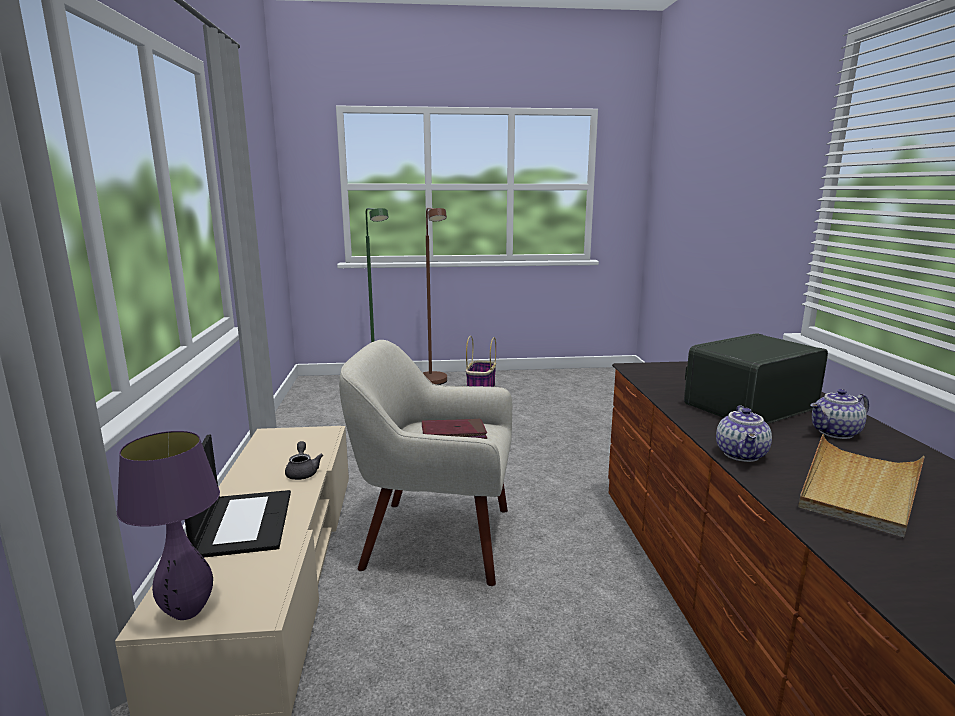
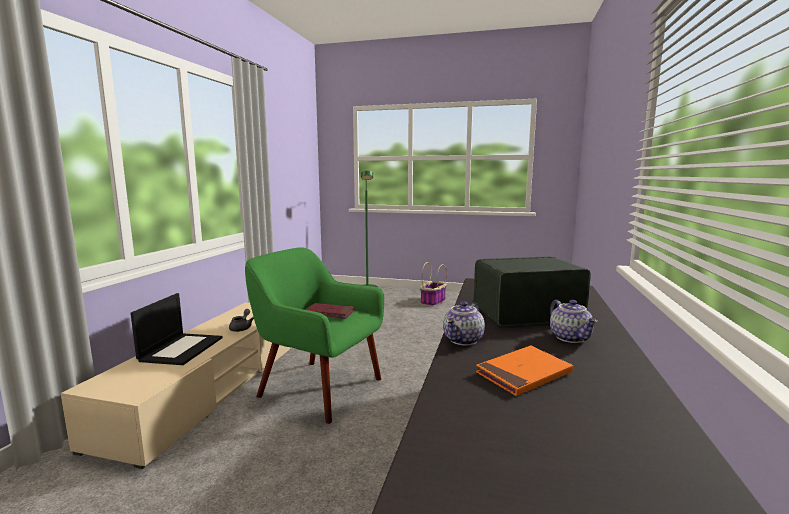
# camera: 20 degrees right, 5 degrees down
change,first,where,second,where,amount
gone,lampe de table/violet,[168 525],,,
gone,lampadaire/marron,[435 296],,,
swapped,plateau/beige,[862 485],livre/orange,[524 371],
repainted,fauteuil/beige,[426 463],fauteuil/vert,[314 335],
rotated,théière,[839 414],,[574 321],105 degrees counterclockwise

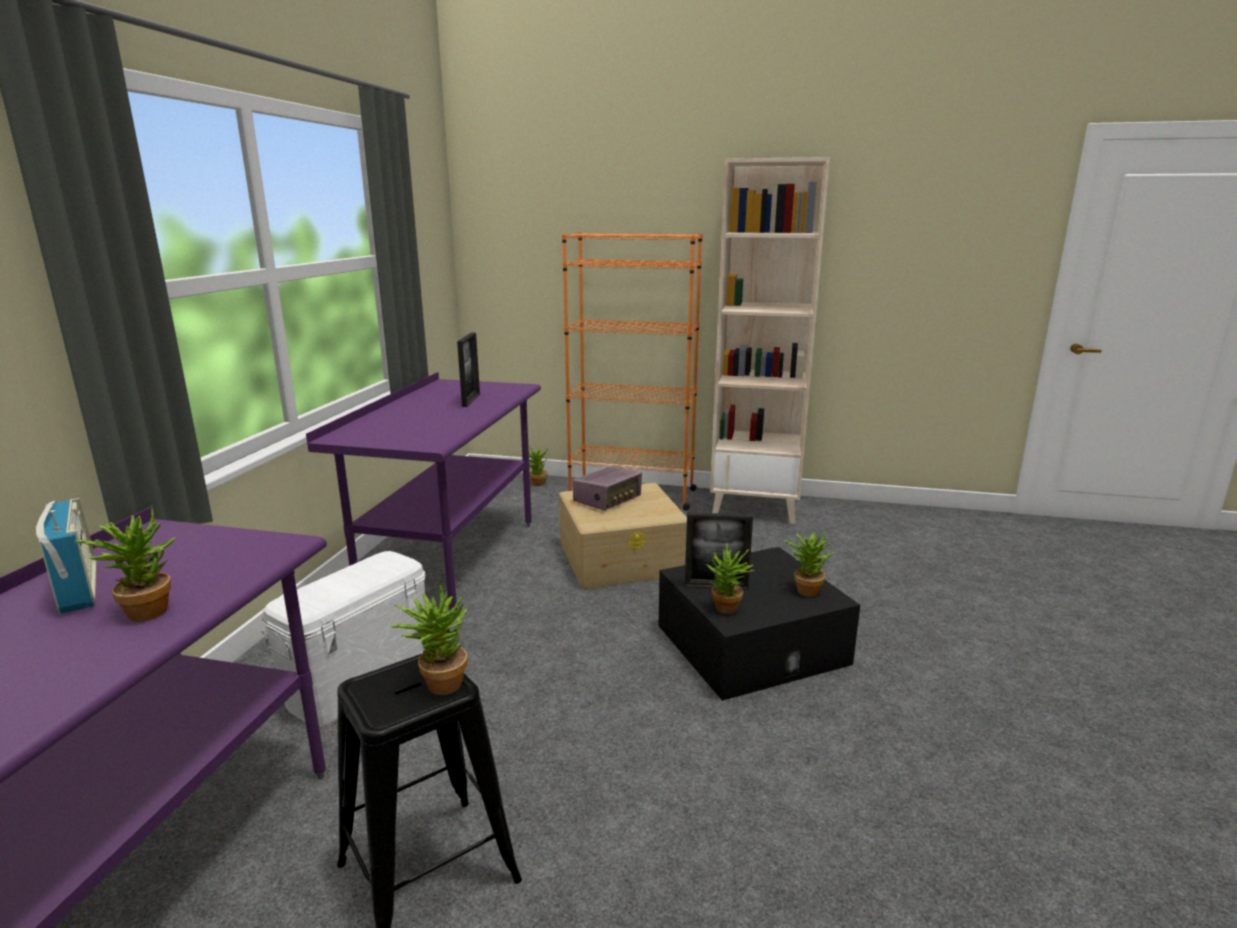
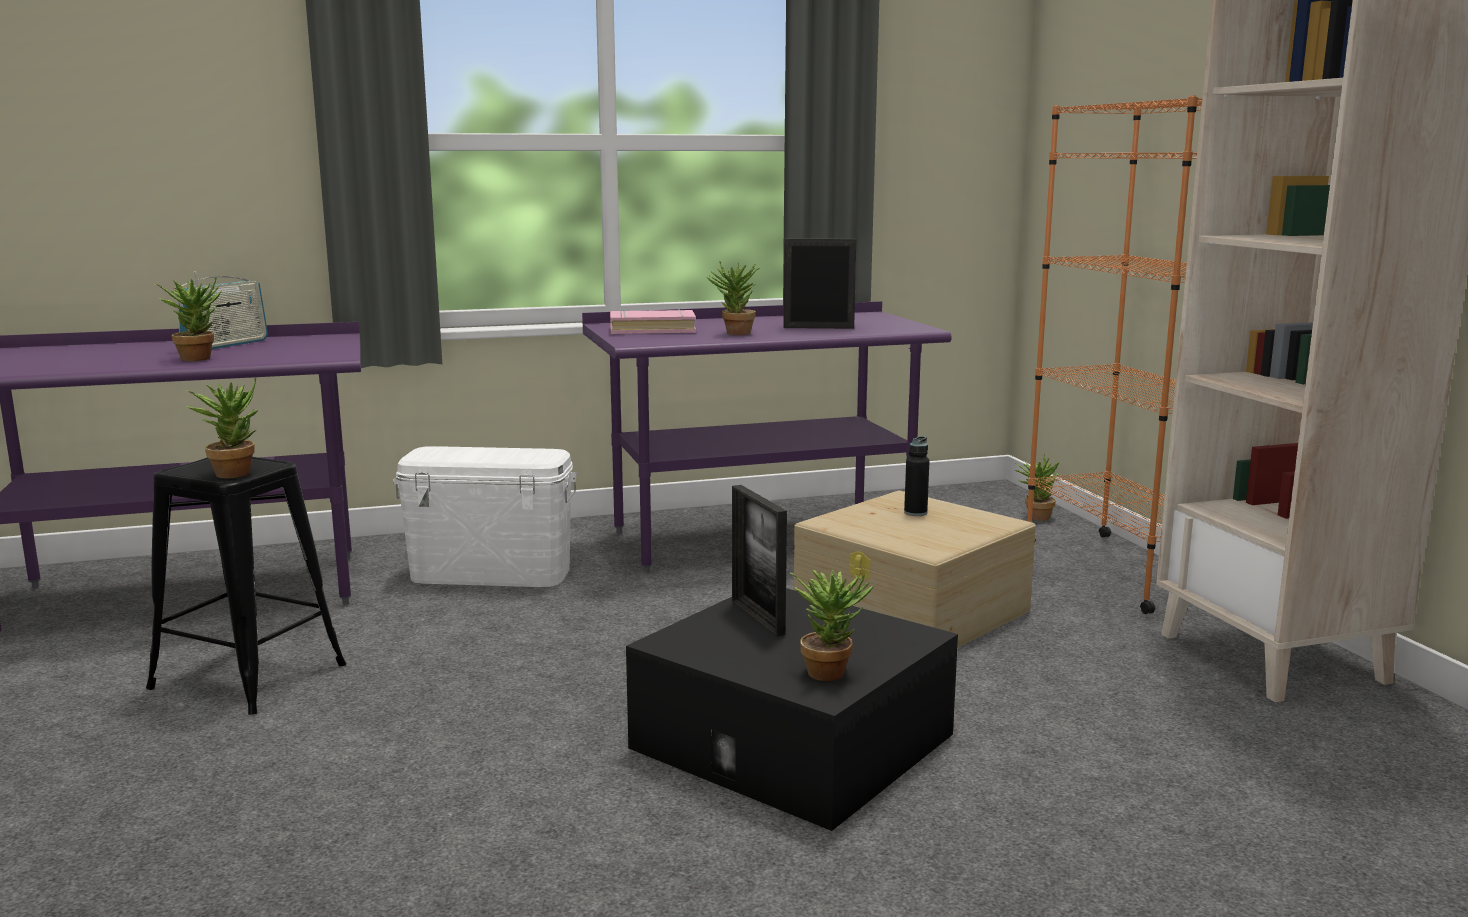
# camera: 60 degrees right, 5 degrees down
change,first,where,second,where,amount
new,,,livre/rose,[653 322],
shifted,plante en pot,[730 579],,[733 298],
swapped,radio,[607 489],bouteille/noir,[917 476],
rotated,cadre photo,[468 370],,[819 283],150 degrees counterclockwise

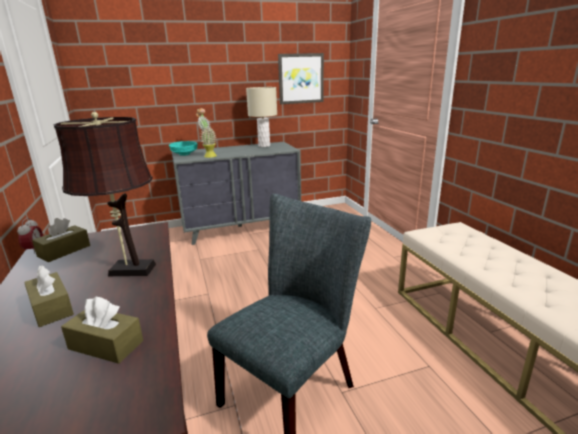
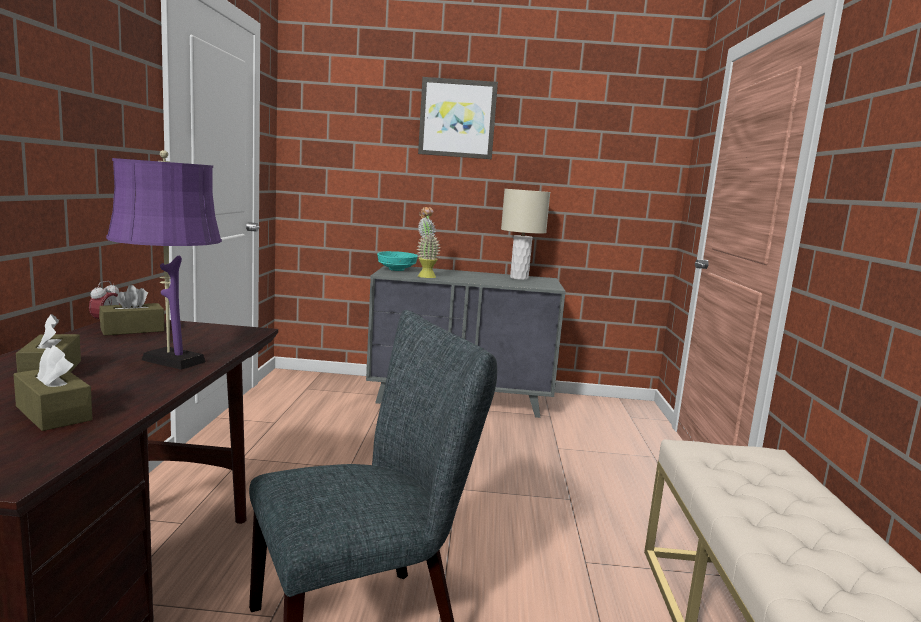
# camera: 20 degrees right, 10 degrees down
change,first,where,second,where,amount
shifted,tableau,[301 78],,[458 118],
repainted,lampe de table/marron,[104 194],lampe de table/violet,[164 260],

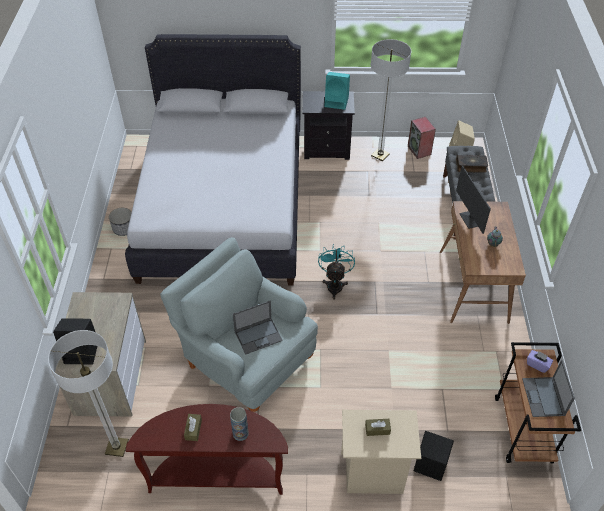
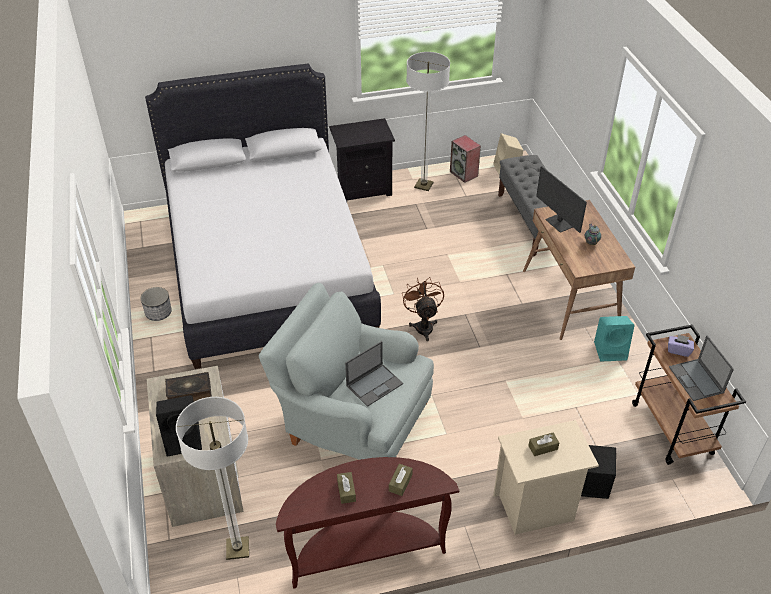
# camera: 15 degrees left, 5 degrees down
change,first,where,second,where,amount
shifted,enceinte/turquoise,[337 91],,[614 339],
shifted,livre,[472 164],,[188 386],
swapped,vase,[239 424],boîte à mouchoirs/marron,[401 480],
repainted,ventilateur/turquoise,[336 272],ventilateur/marron,[423 309],

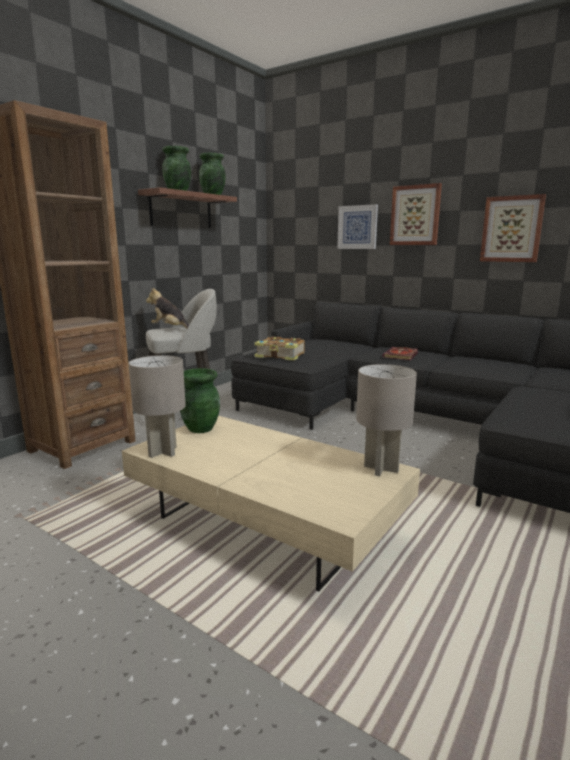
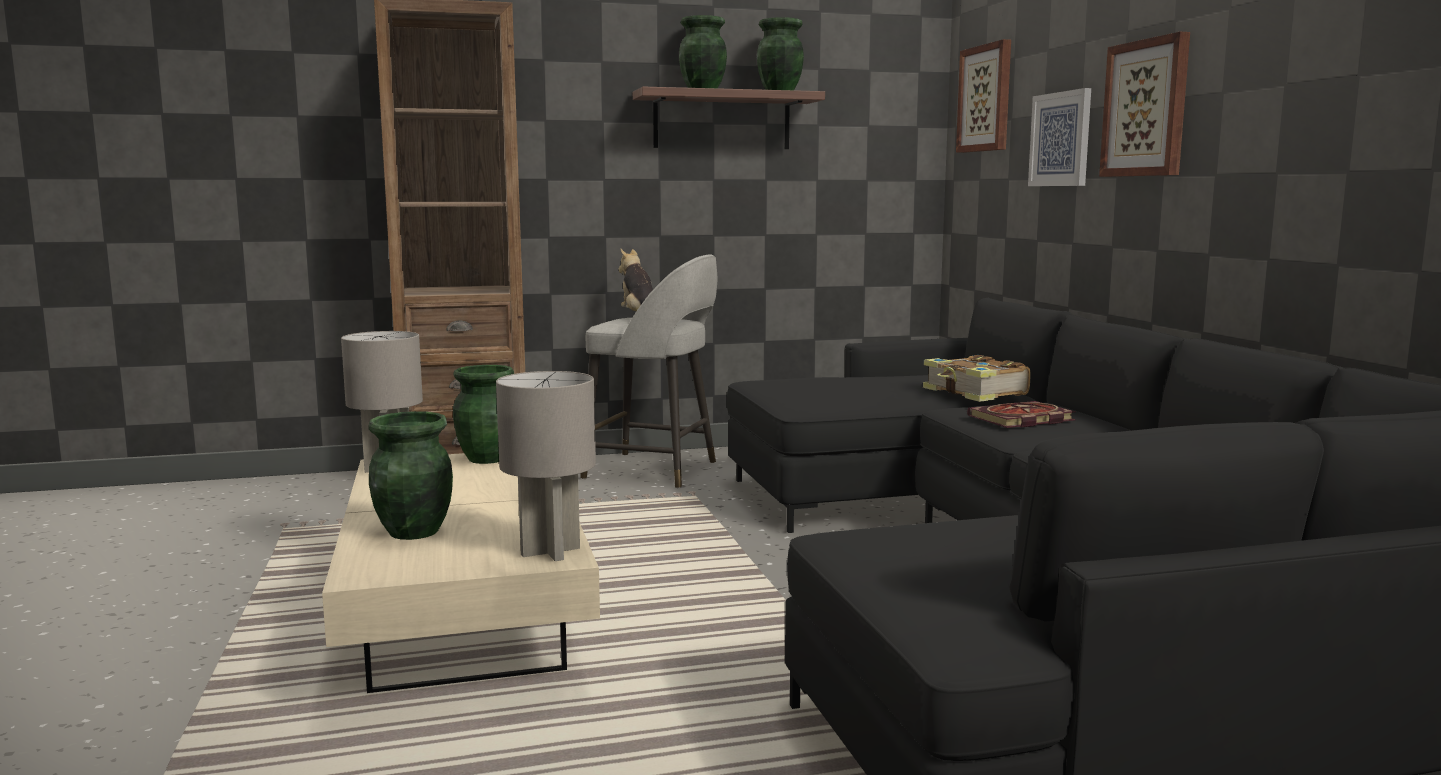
# camera: 40 degrees right, 5 degrees down
change,first,where,second,where,amount
new,,,vase/vert,[411 475],
shifted,livre,[279 348],,[976 378],
shifted,tableau,[513 228],,[983 96],

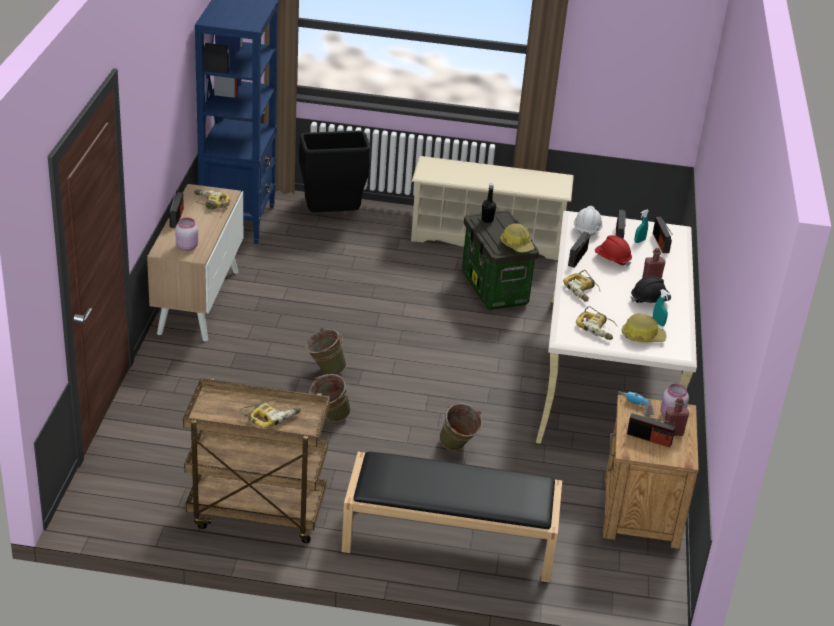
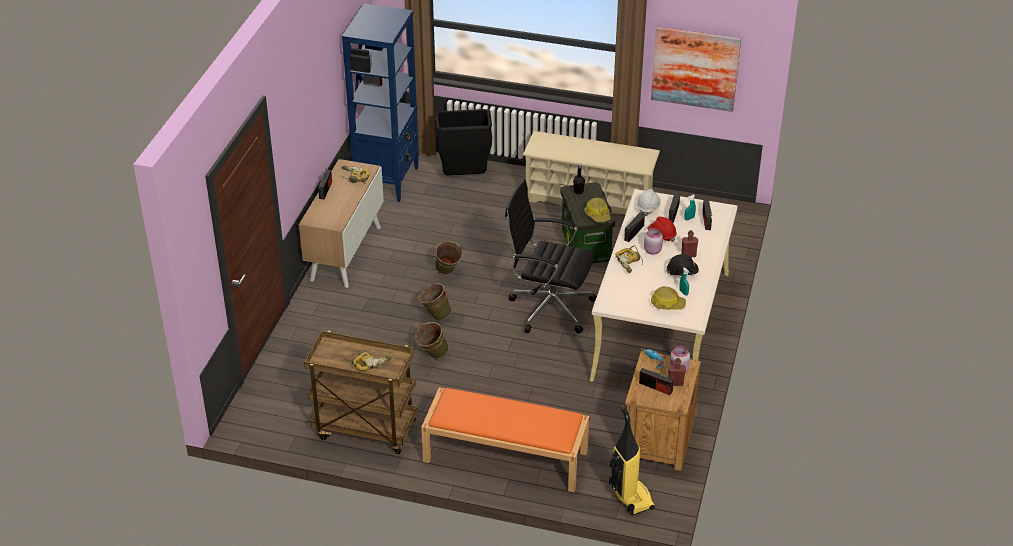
# camera: 10 degrees right, 5 degrees up
change,first,where,second,where,amount
gone,perceuse,[596 323],,,
new,,,chaise de bureau/noir,[551 256],
new,,,aspirateur,[632 460],
new,,,tableau,[696 69],
shifted,bocal/rose,[186 234],,[653 241],
shifted,seau/vert,[461 427],,[448 258],
repainted,banc/noir,[452 517],banc/orange,[505 439],

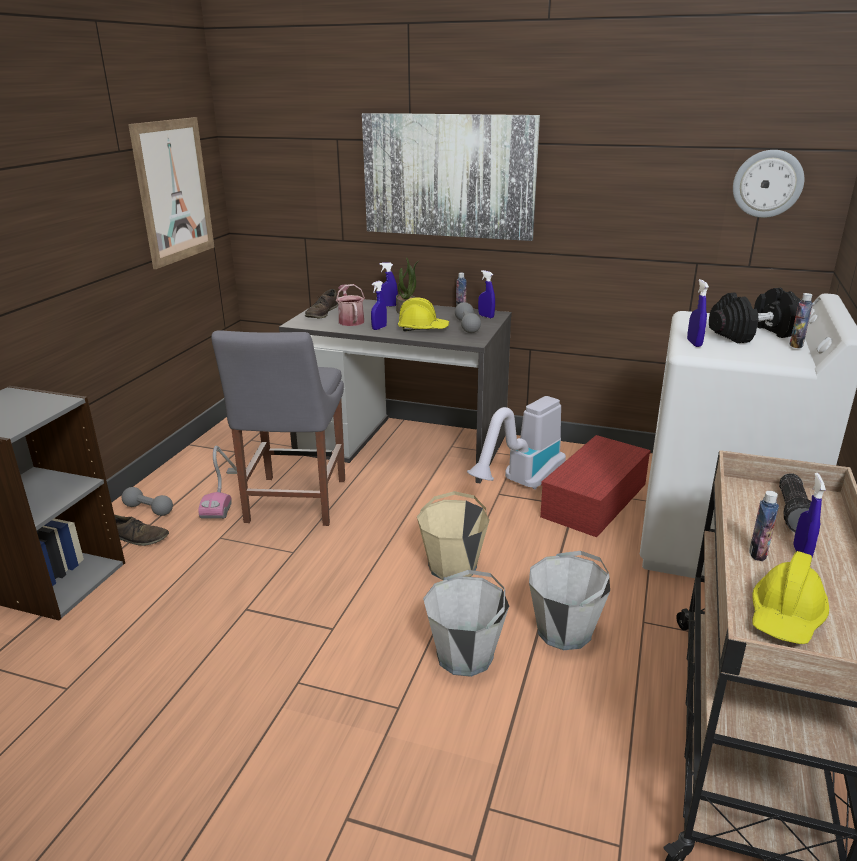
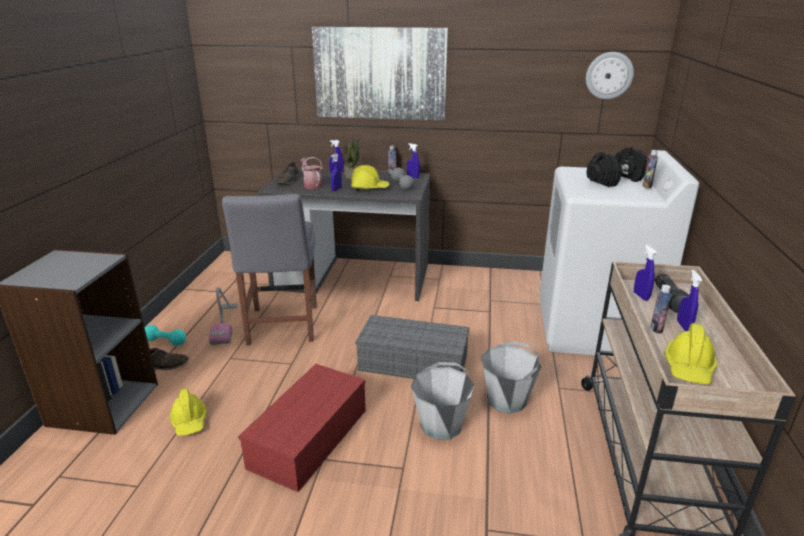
# camera: 10 degrees left, 0 degrees up
change,first,where,second,where,amount
gone,tableau,[171 193],,,
gone,aspirateur,[516 443],,,
new,,,casque de chantier/jaune,[188 412],
shifted,boîte de rangement/rouge,[595 486],,[302 428],
shifted,vaporisateur/bleu,[698 313],,[645 272],
swapped,seau/beige,[453 535],boîte de rangement/gris,[412 347],
repainted,haltère/gris,[147 501],haltère/turquoise,[165 335],

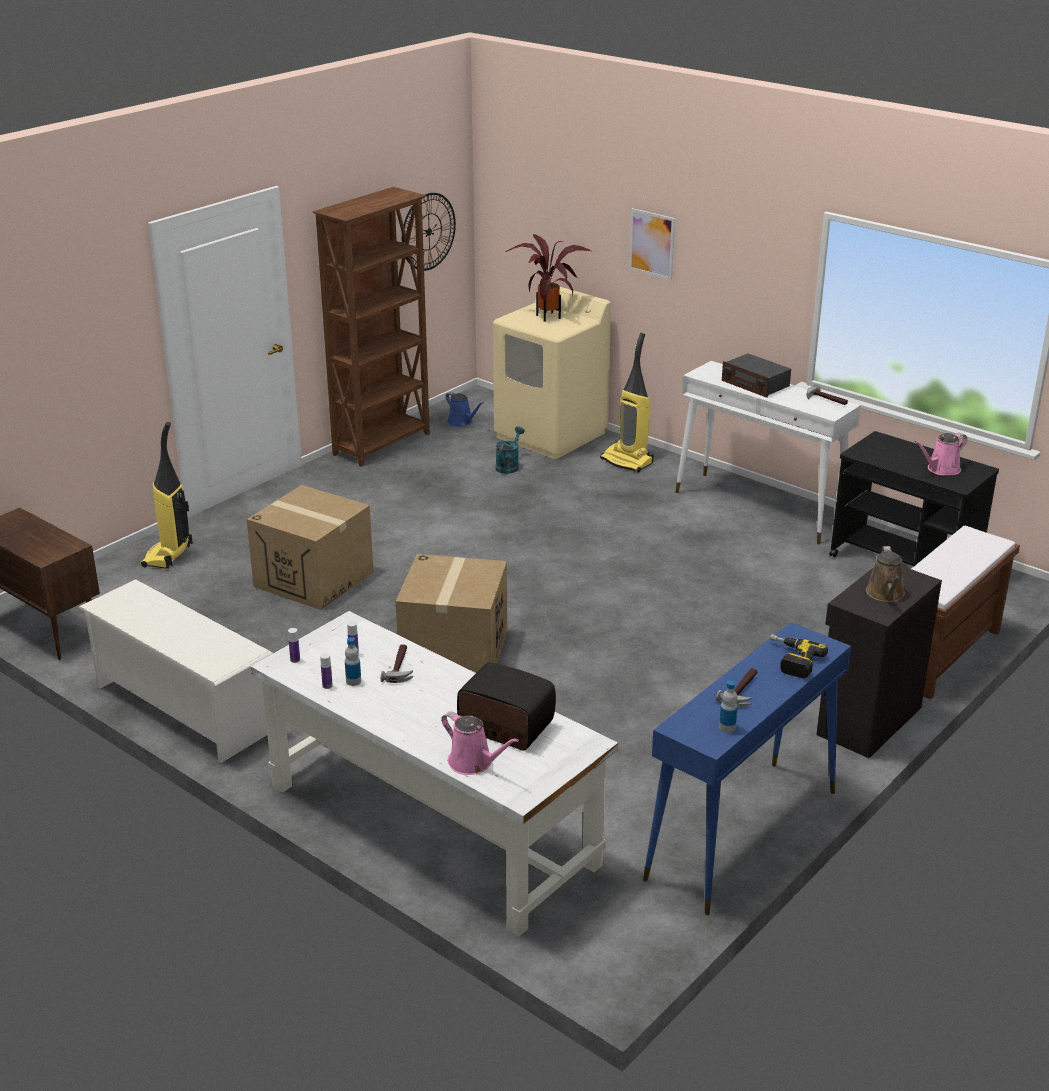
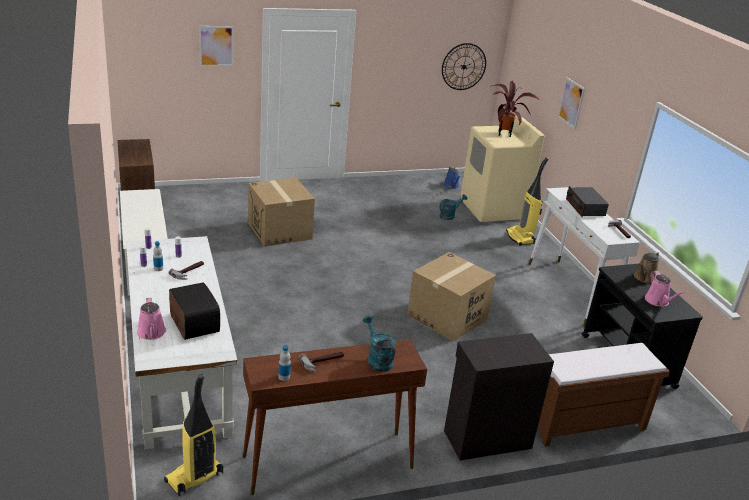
# camera: 30 degrees right, 0 degrees up
change,first,where,second,where,amount
gone,bibliothèque/marron,[371 327],,,
new,,,tableau,[216 46],
shifted,aspirateur,[167 495],,[193 435],
shifted,carton,[451 613],,[451 297],
shifted,arrosoir/marron,[885 574],,[646 267],
swapped,perceuse,[799 656],arrosoir/turquoise,[379 343],
repainted,table console/bleu,[747 768],table console/marron,[335 417],
rotated,arrosoir/rose,[940 454],,[664 289],105 degrees counterclockwise

